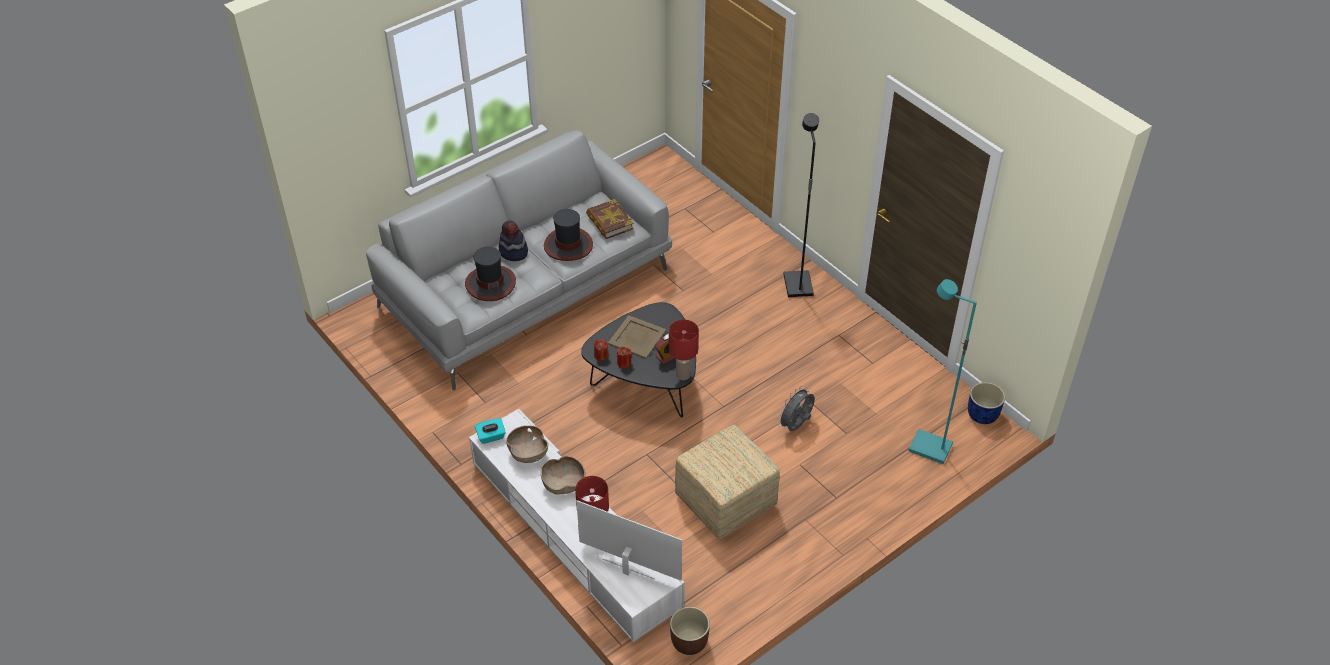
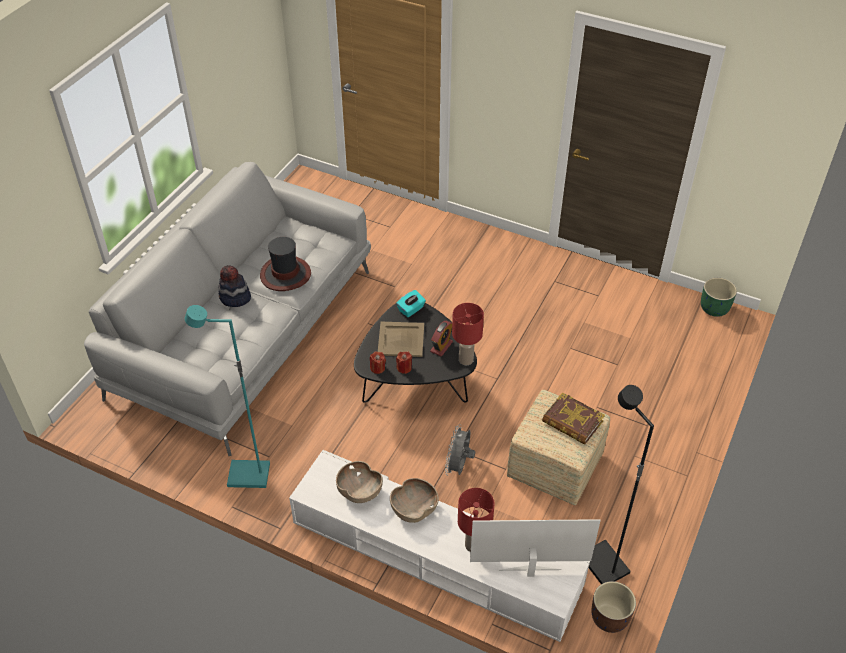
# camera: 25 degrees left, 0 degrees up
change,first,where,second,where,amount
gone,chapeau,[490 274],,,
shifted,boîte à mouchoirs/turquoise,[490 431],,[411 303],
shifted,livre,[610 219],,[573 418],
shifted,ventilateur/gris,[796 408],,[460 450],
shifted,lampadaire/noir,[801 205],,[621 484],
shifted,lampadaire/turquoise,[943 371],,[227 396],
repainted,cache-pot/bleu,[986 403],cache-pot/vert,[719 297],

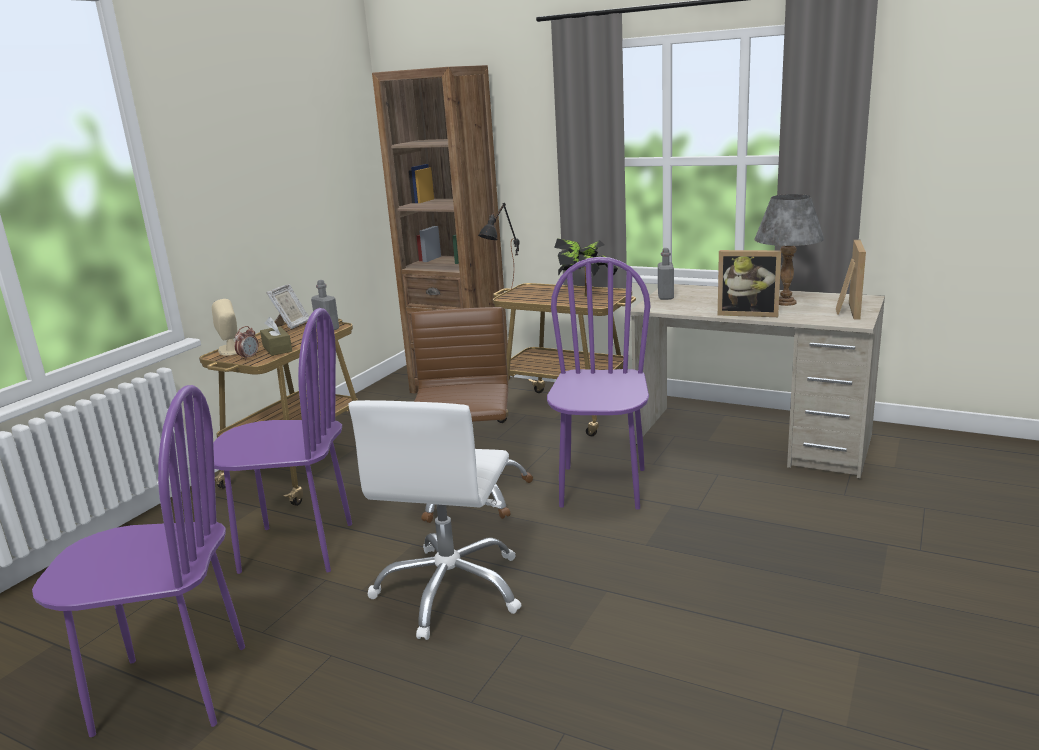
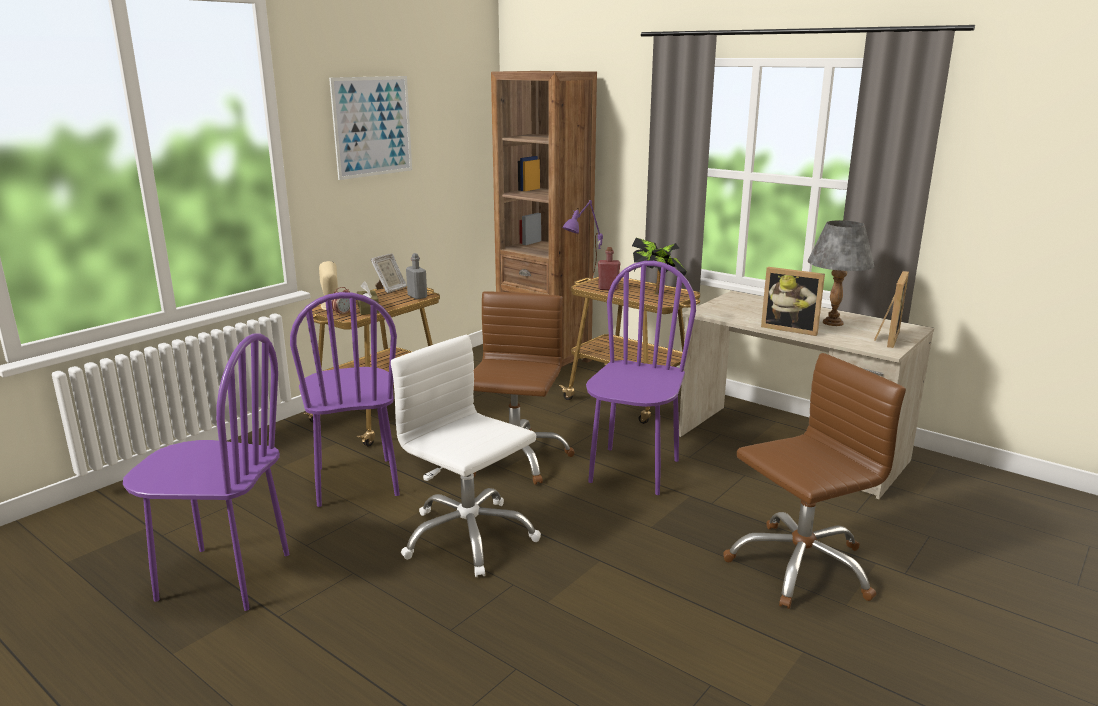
# camera: 10 degrees right, 0 degrees up
change,first,where,second,where,amount
gone,bouteille/gris,[666 274],,,
new,,,tableau,[370 128],
new,,,bouteille/rouge,[609 268],
new,,,chaise de bureau/marron,[814 481],
repainted,lampe de table/noir,[499 247],lampe de table/violet,[582 240],
rotated,chaise/violet,[282 441],,[345 399],60 degrees clockwise
rotated,chaise de bureau/blanc,[434 520],,[466 456],105 degrees clockwise

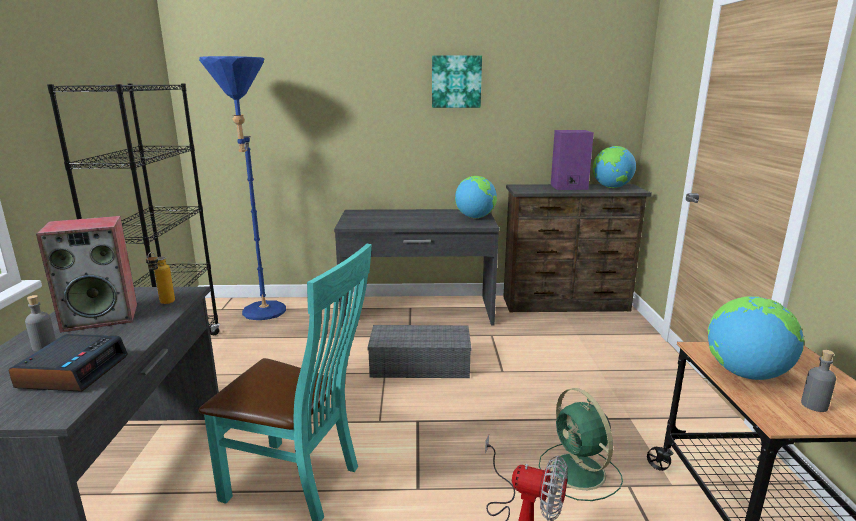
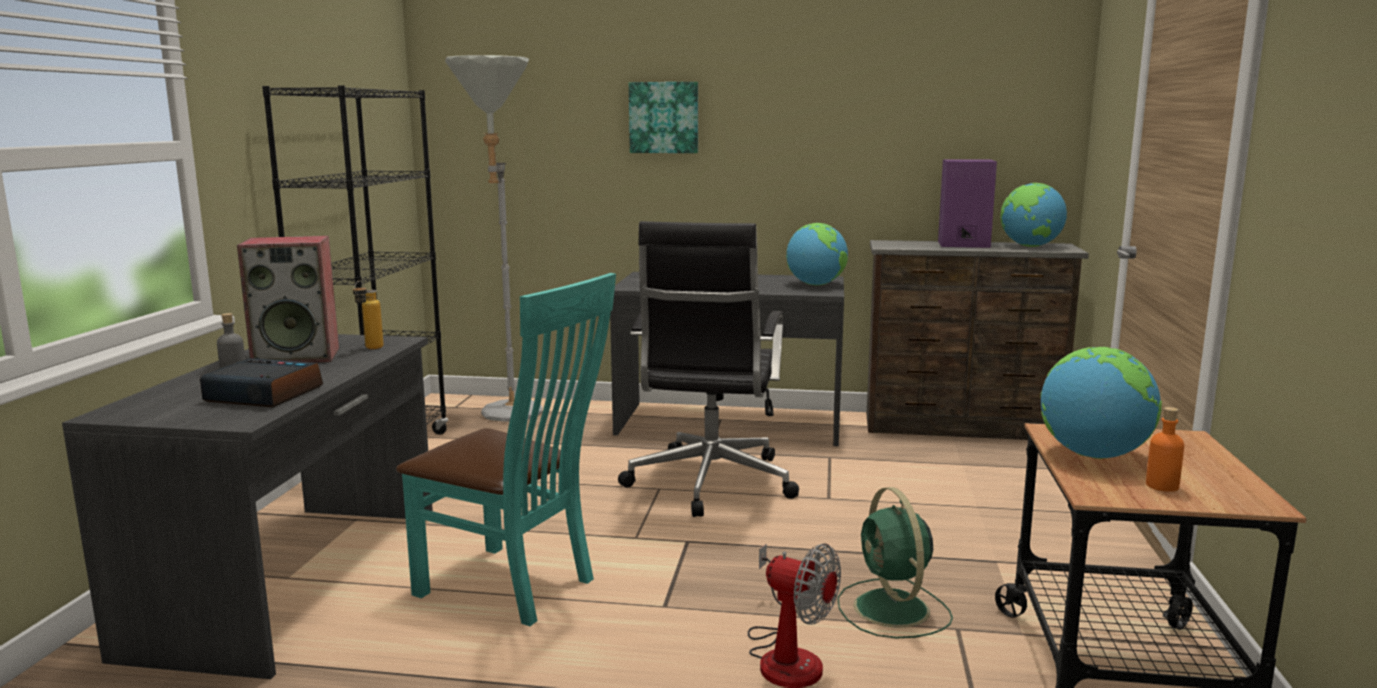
# camera: 10 degrees right, 5 degrees down
change,first,where,second,where,amount
shifted,tableau,[457 82],,[663 117],
swapped,boîte de rangement/gris,[419 351],chaise de bureau/noir,[708 369],
repainted,lampadaire/bleu,[242 188],lampadaire/gris,[494 238],
repainted,bouteille/gris,[818 381],bouteille/orange,[1165 449],
rotated,réveil,[68 363],,[261 382],90 degrees counterclockwise

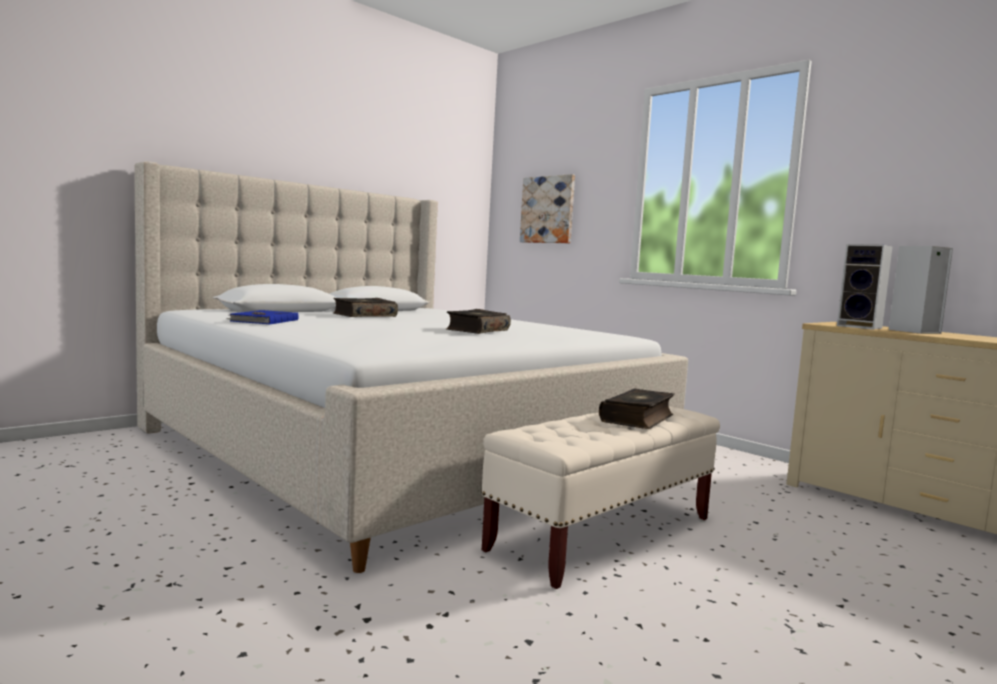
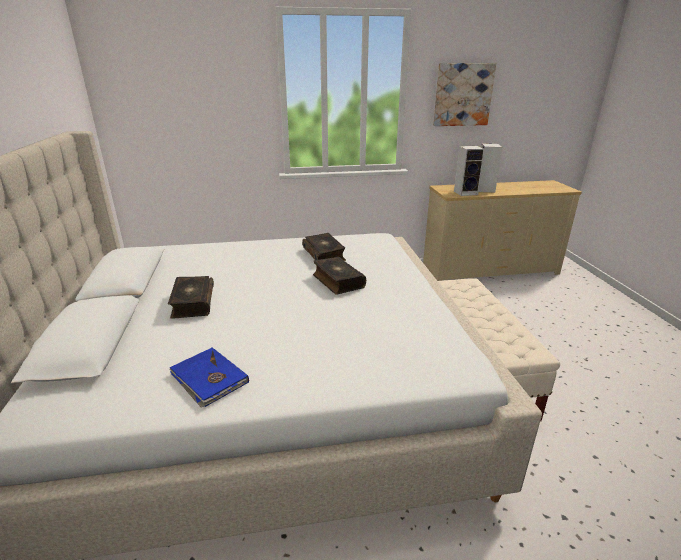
# camera: 55 degrees left, 20 degrees up
change,first,where,second,where,amount
shifted,tableau,[547 208],,[464 94],
shifted,livre,[637 409],,[324 247],

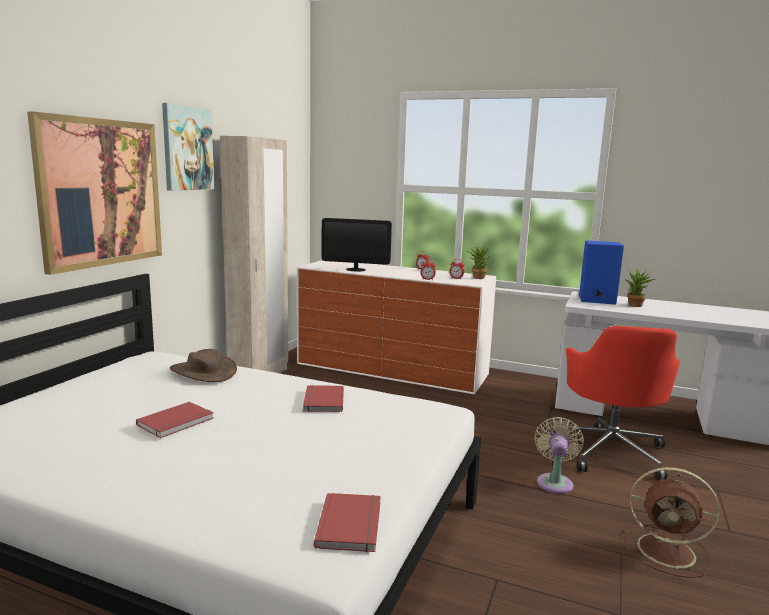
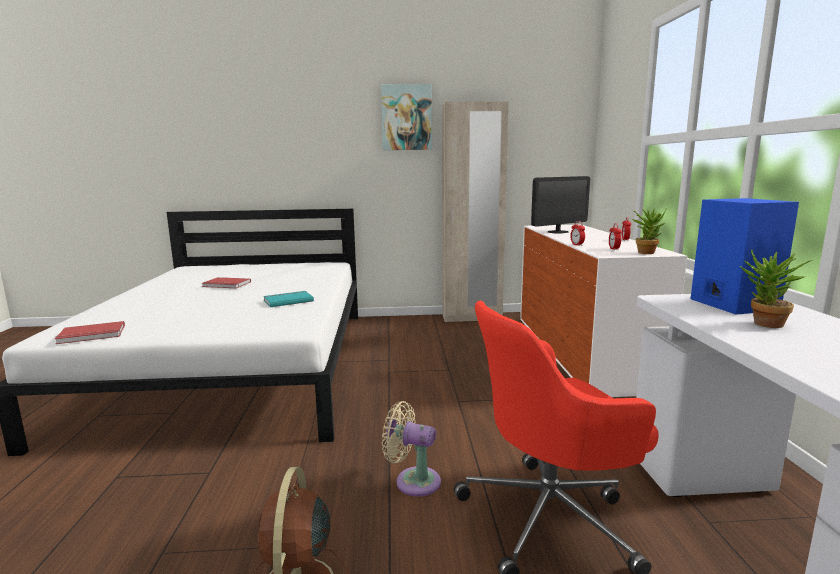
# camera: 65 degrees right, 0 degrees up
change,first,where,second,where,amount
gone,tableau,[94 193],,,
gone,chapeau/marron,[203 365],,,
repainted,livre/rouge,[323 398],livre/turquoise,[288 299],
rotated,écran d'ordinateur,[356 245],,[560 205],105 degrees counterclockwise
rotated,ventilateur/beige,[559 455],,[411 449],150 degrees counterclockwise

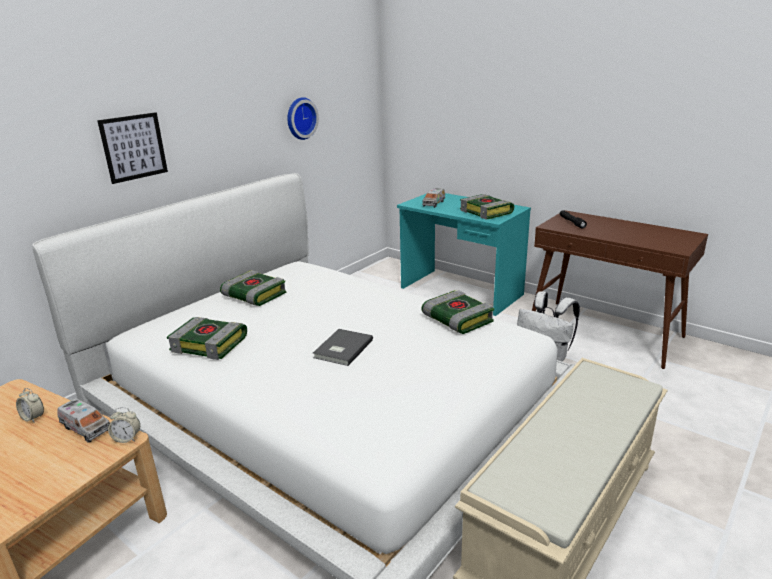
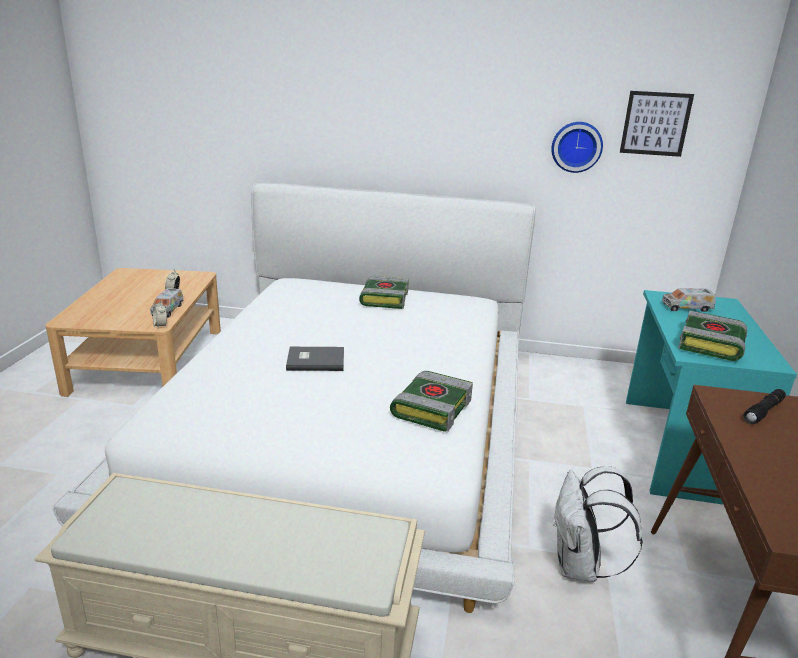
# camera: 60 degrees right, 0 degrees up
change,first,where,second,where,amount
gone,livre,[207 338],,,
shifted,tableau,[132 148],,[657 124],

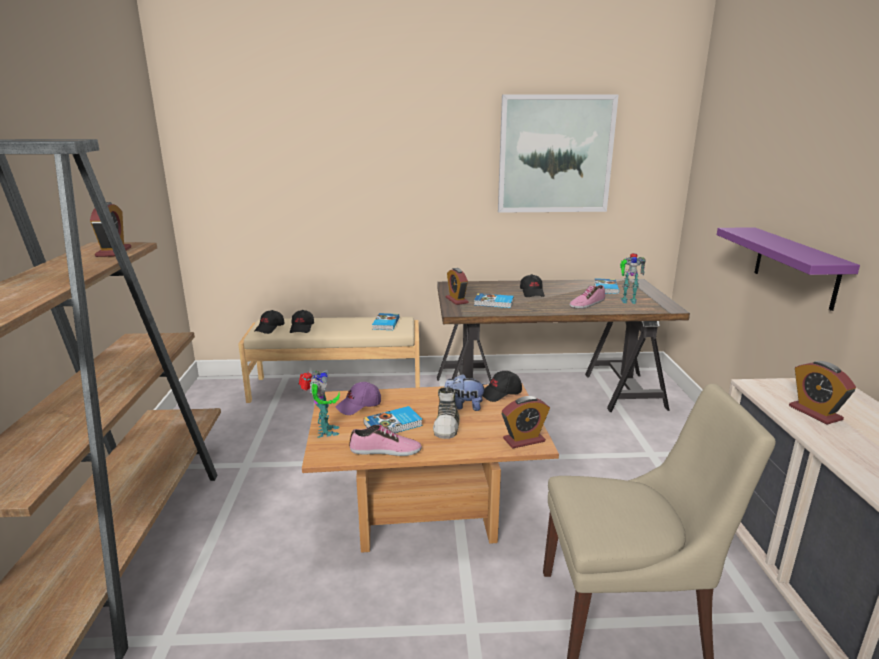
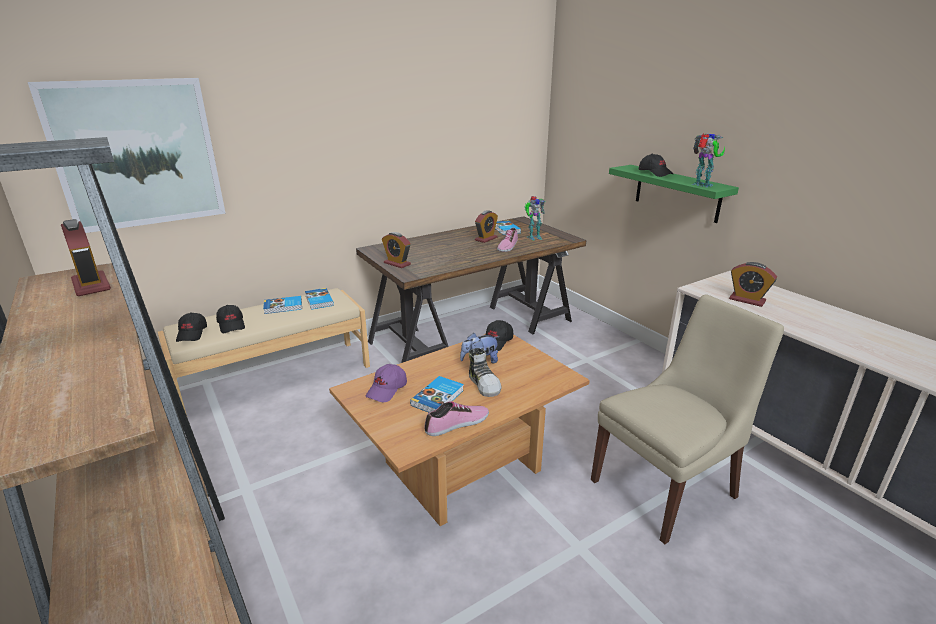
# camera: 30 degrees left, 5 degrees up
change,first,where,second,where,amount
shifted,robot jouet,[319 404],,[708 160],
shifted,livre,[494 300],,[282 305],
shifted,tableau,[558 153],,[127 155],
shifted,réveil,[526 422],,[486 226],
shifted,casquette/noir,[532 285],,[656 165],
repainted,étagère/violet,[788 269],étagère/vert,[674 194],

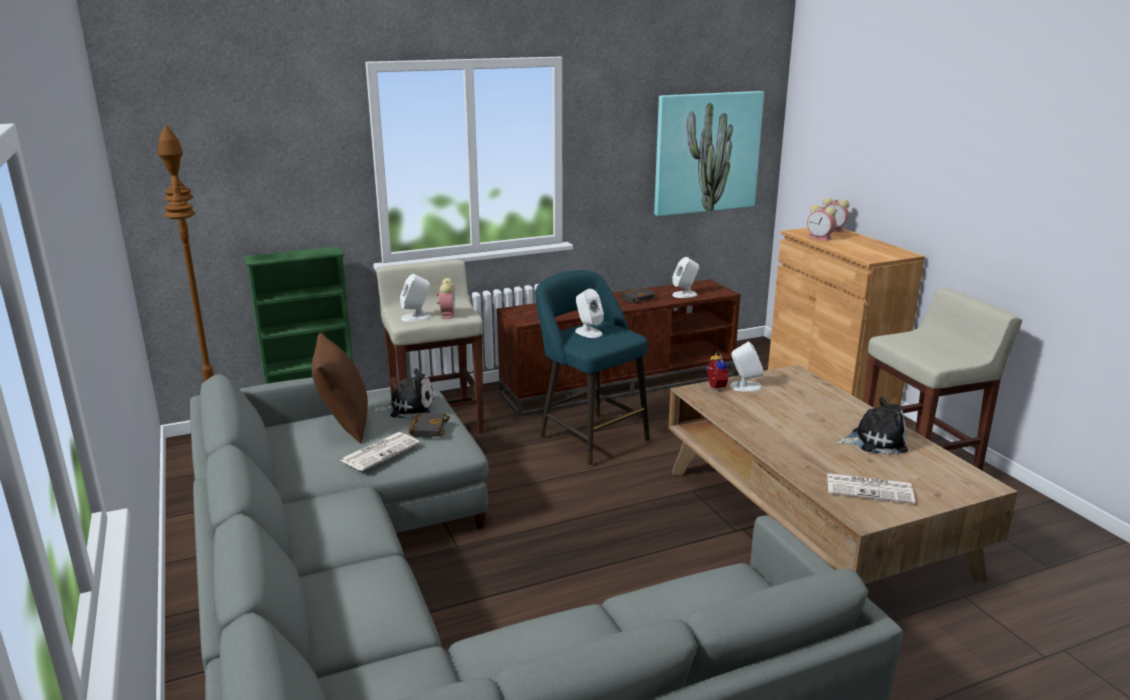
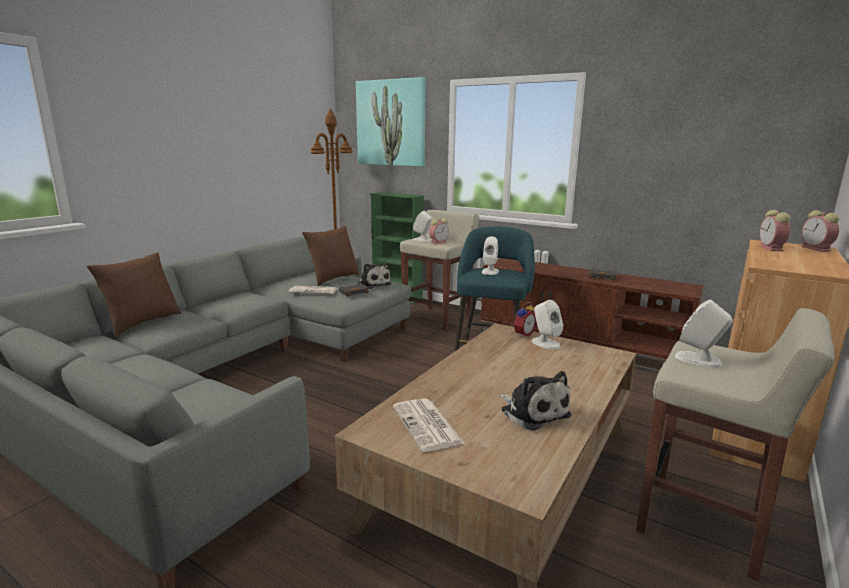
# camera: 55 degrees right, 5 degrees down
change,first,where,second,where,amount
new,,,coussin/marron,[134 294],
shifted,tableau,[709 153],,[391 122],
shifted,enceinte/blanc,[685 277],,[704 334],

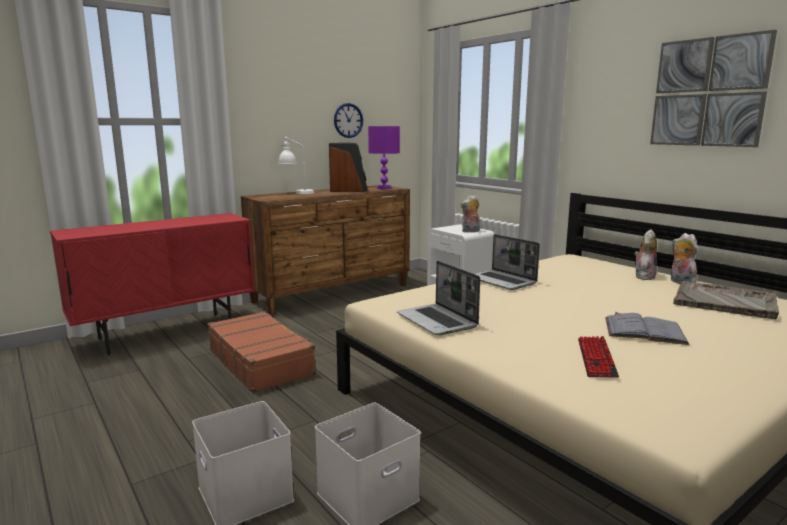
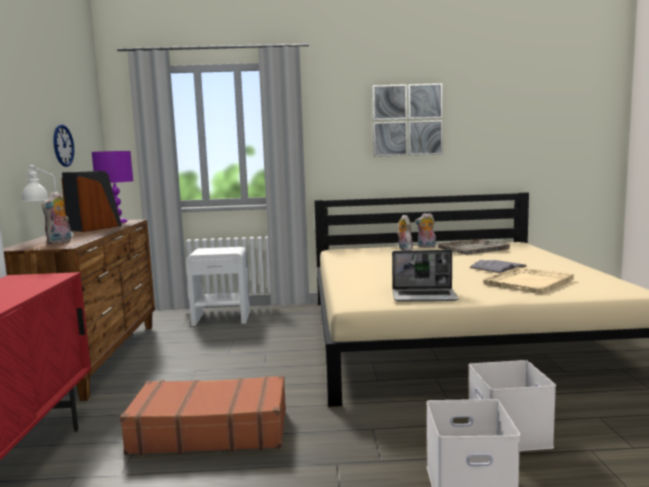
# camera: 55 degrees left, 5 degrees down
change,first,where,second,where,amount
gone,ordinateur portable,[507 262],,,
shifted,peluche,[470 214],,[56 217],
swapped,clavier,[598 357],plateau/beige,[529 280],

